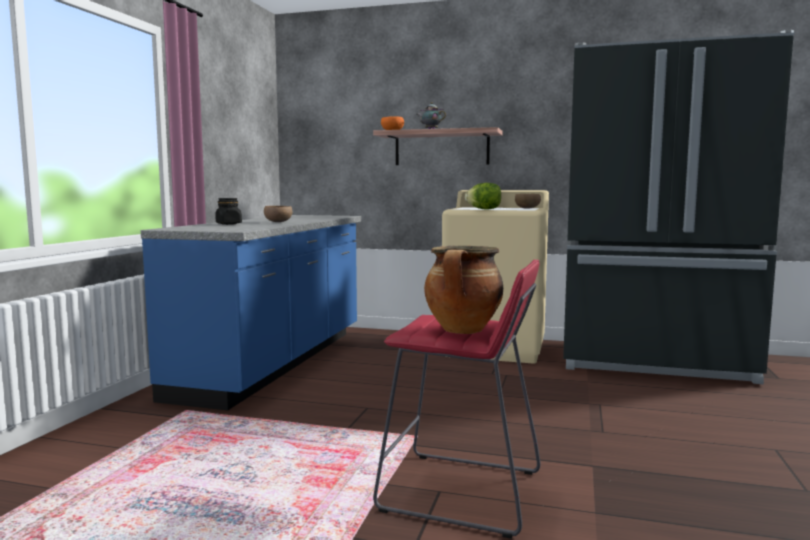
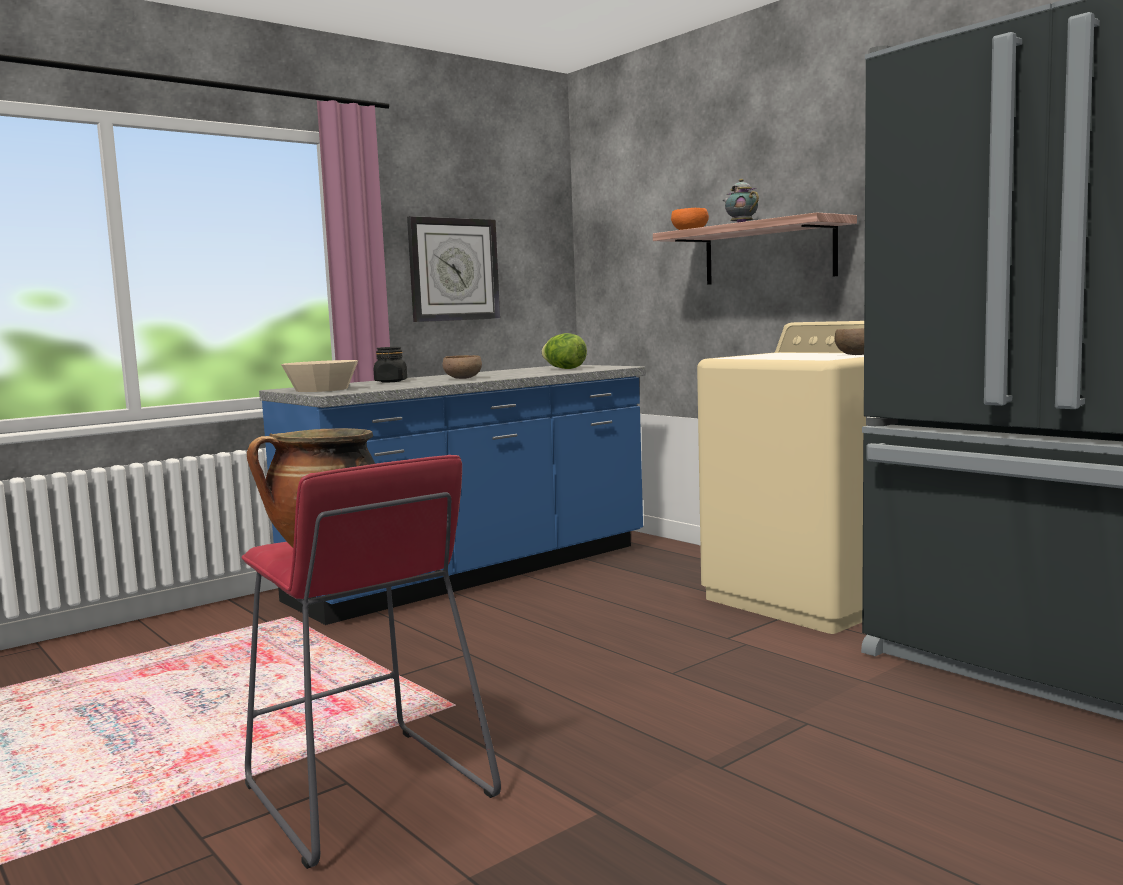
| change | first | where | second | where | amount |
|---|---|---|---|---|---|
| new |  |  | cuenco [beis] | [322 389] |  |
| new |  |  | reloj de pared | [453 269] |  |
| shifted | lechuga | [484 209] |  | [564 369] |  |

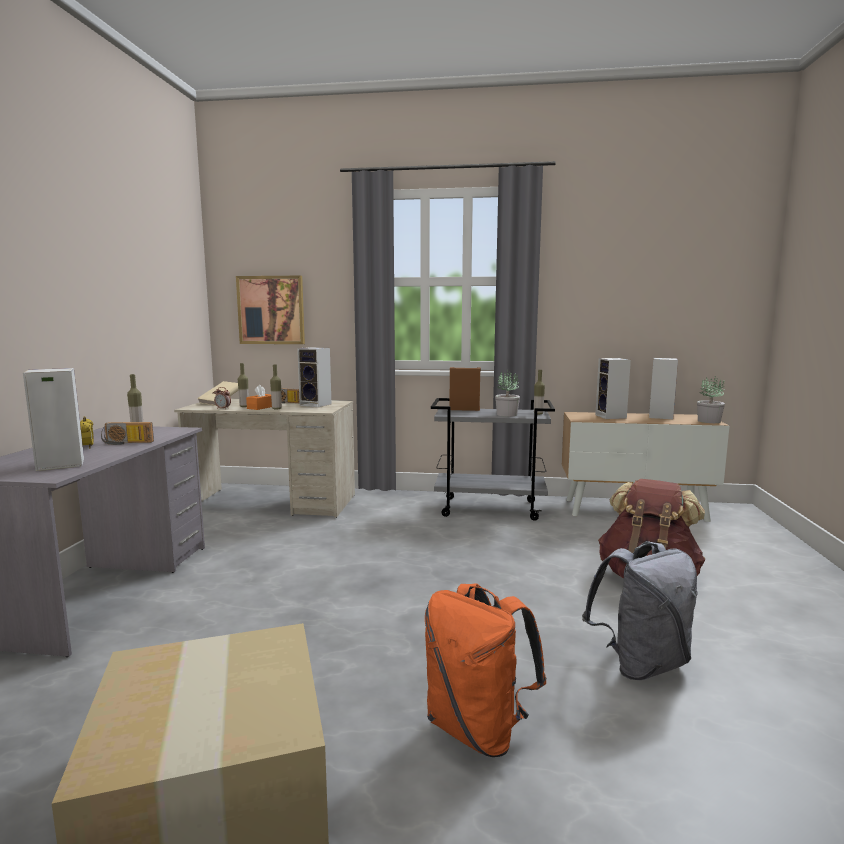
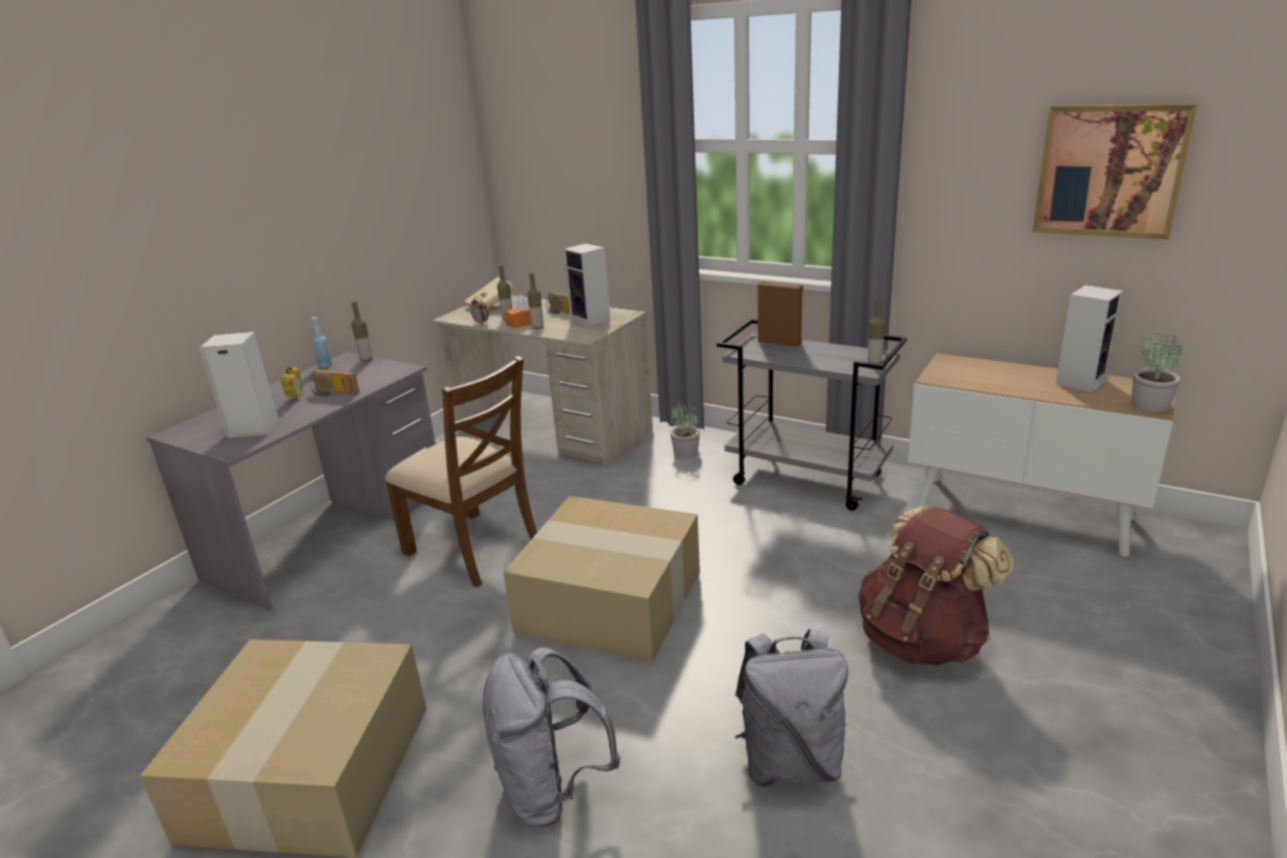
| change | first | where | second | where | amount |
|---|---|---|---|---|---|
| new |  |  | botella [azul] | [325 365] |  |
| new |  |  | silla [marrón] | [474 548] |  |
| repainted | mochila [naranja] | [478 729] | mochila [gris] | [552 789] |  |
| new |  |  | caja de cartón | [613 600] |  |
| shifted | planta en maceta | [506 414] |  | [685 451] |  |
| shifted | cuadro | [271 310] |  | [1110 171] |  |
| gone | altavoz | [611 417] |  |  |  |

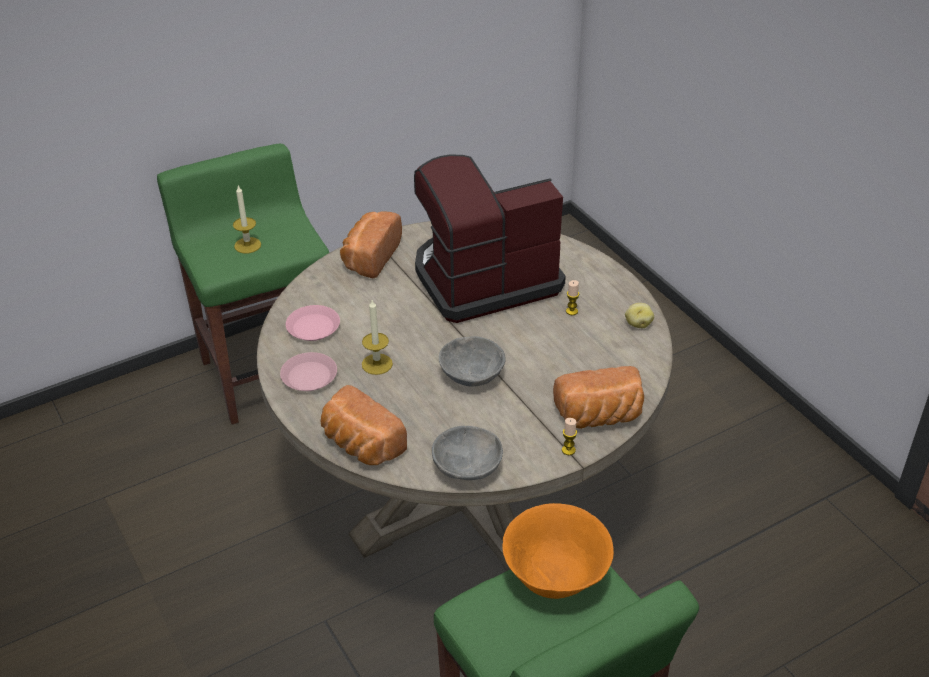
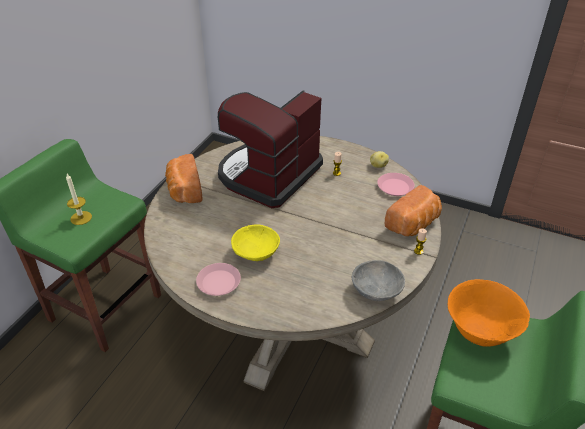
| change | first | where | second | where | amount |
|---|---|---|---|---|---|
| swapped | vela | [377 364] | cuenco [amarillo] | [255 253] |  |
| shifted | plato [rosa] | [313 327] |  | [395 187] |  |
| gone | pan | [360 445] |  |  |  |
| gone | cuenco [gris] | [471 375] |  |  |  |

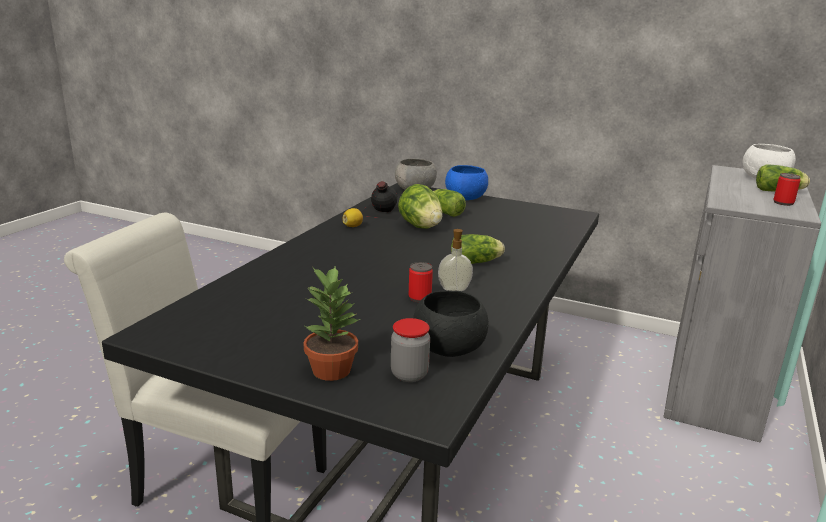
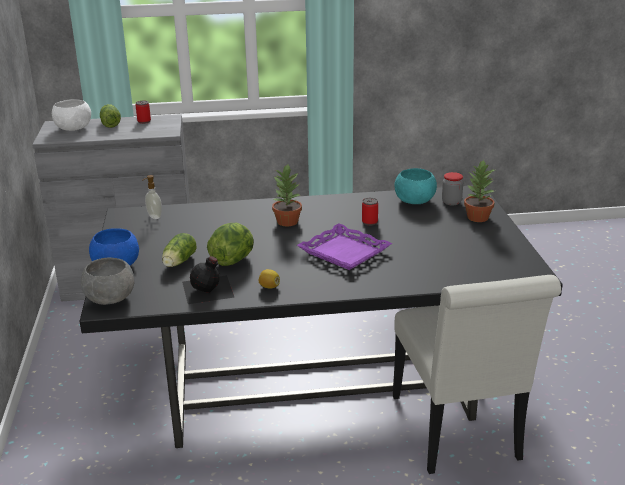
| change | first | where | second | where | amount |
|---|---|---|---|---|---|
| shifted | dispensador de jabón | [454 289] |  | [154 217] |  |
| swapped | lechuga | [477 262] | planta en maceta | [287 222] |  |
| new |  |  | bandeja [morado] | [343 252] |  |
| repainted | cuenco [negro] | [449 348] | cuenco [turquesa] | [414 201] |  |

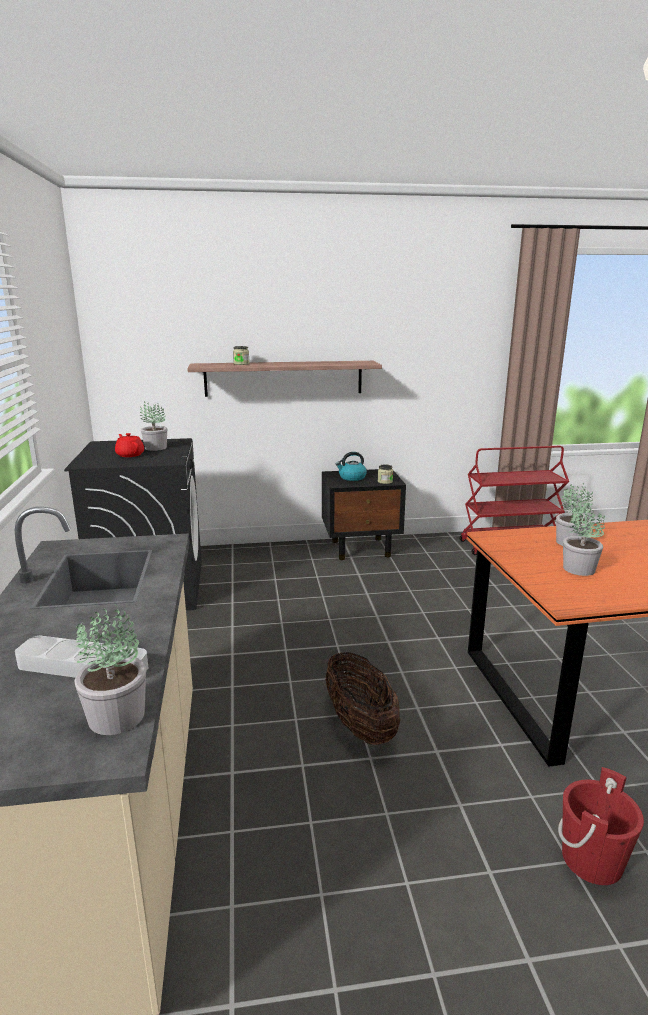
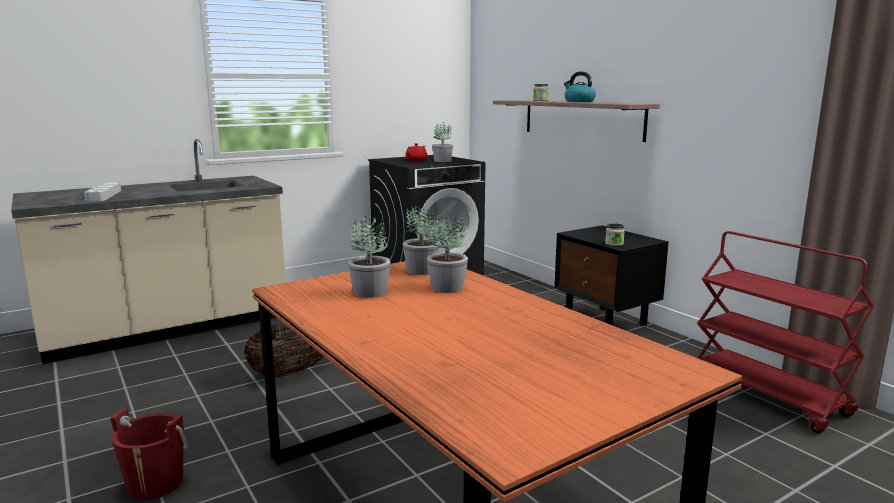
| change | first | where | second | where | amount |
|---|---|---|---|---|---|
| shifted | planta en maceta | [118 716] |  | [422 270] |  |
| shifted | hervidor | [352 477] |  | [578 102] |  |

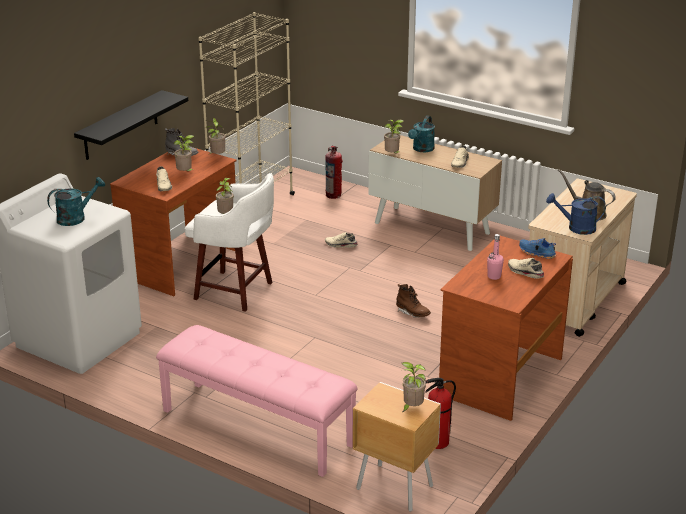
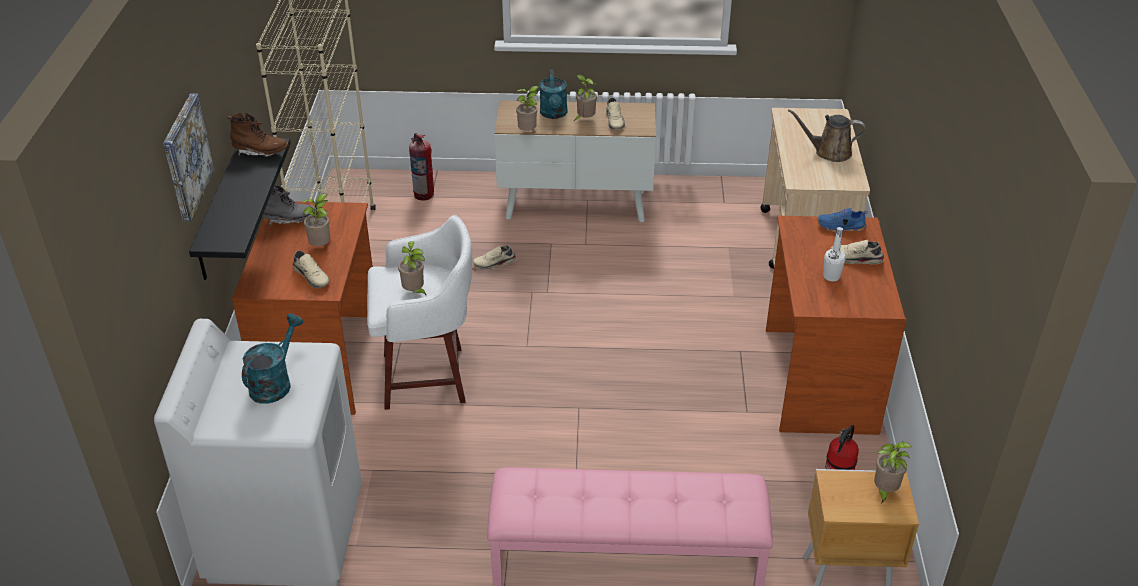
| change | first | where | second | where | amount |
|---|---|---|---|---|---|
| new |  |  | cuadro | [186 156] |  |
| shifted | bota [marrón] | [412 313] |  | [261 152] |  |
| shifted | planta en maceta | [217 156] |  | [584 119] |  |
| repainted | botella [rosa] | [494 276] | botella [blanco] | [831 276] |  |
| gone | regadera [azul] | [576 228] |  |  |  |

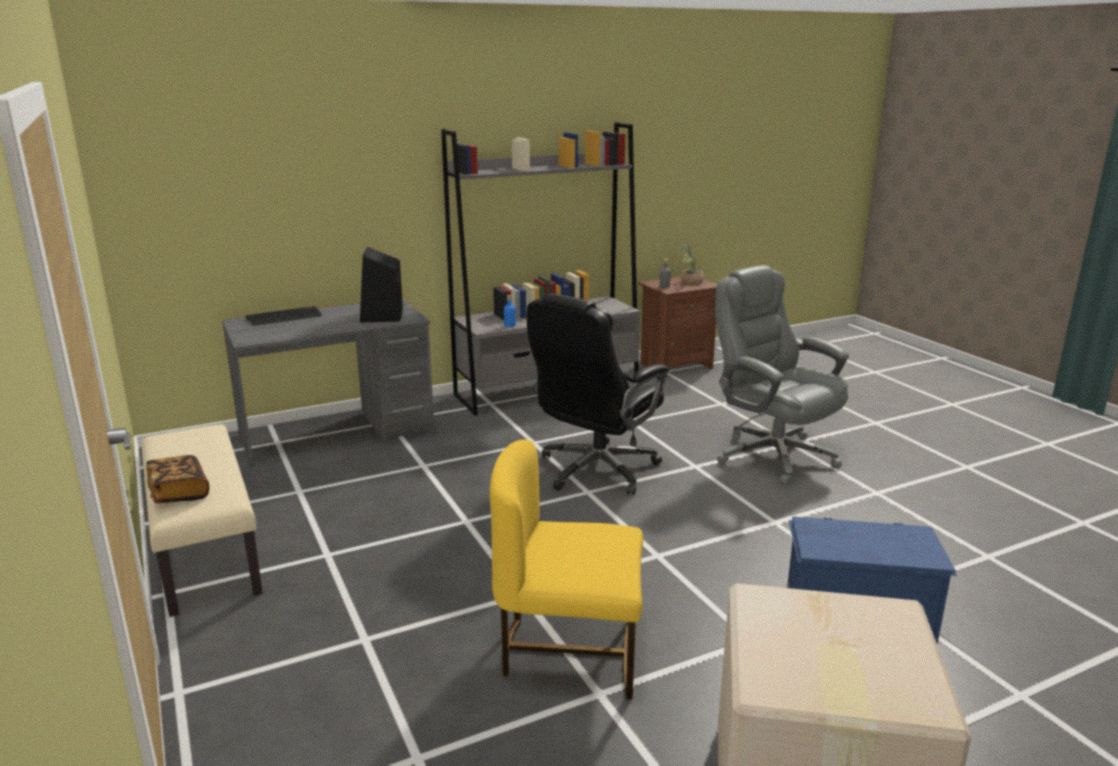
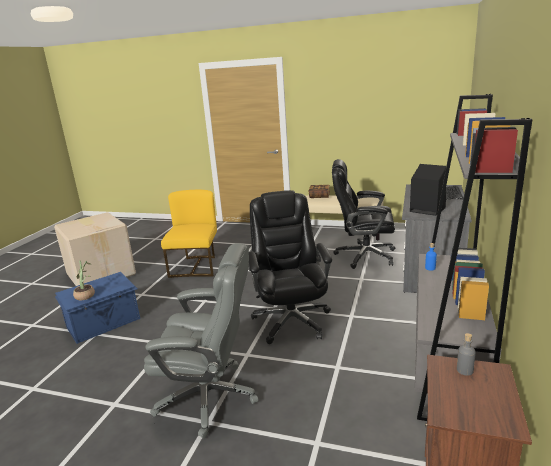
| change | first | where | second | where | amount |
|---|---|---|---|---|---|
| shifted | planta en maceta | [689 282] |  | [86 295] |  |
| rotated | silla [amarillo] | [570 651] |  | [196 267] | 45 degrees counterclockwise |
| new |  |  | silla de oficina [negro] | [364 256] |  |

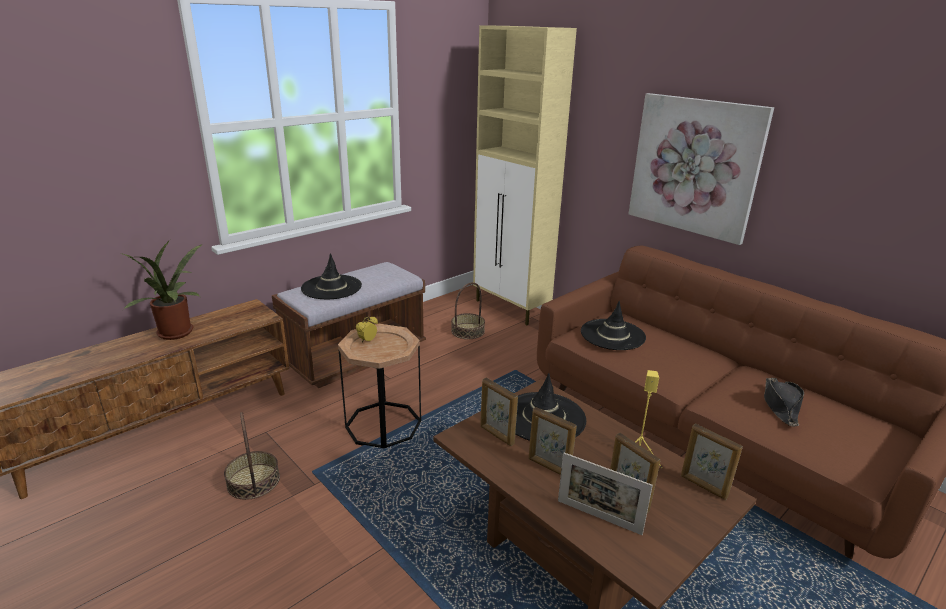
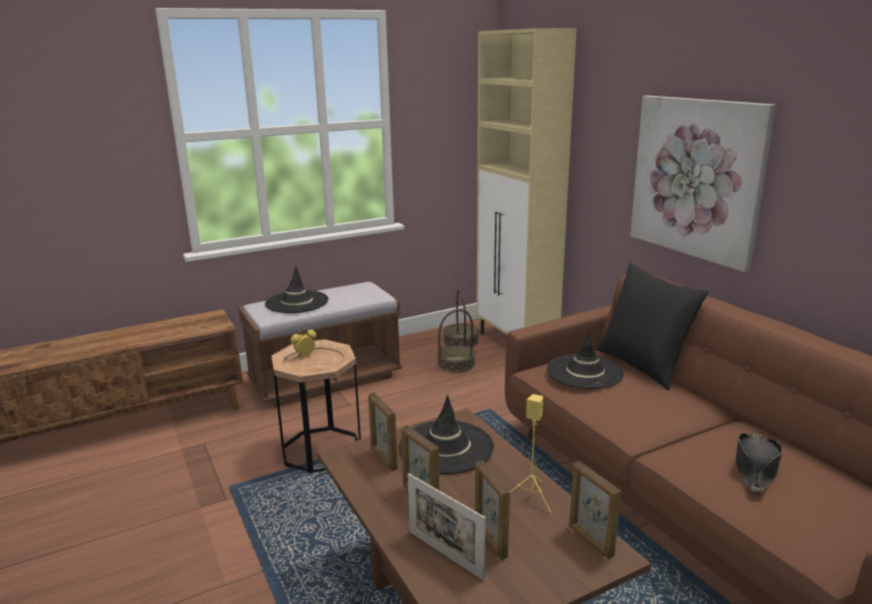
| change | first | where | second | where | amount |
|---|---|---|---|---|---|
| shifted | cesta | [253 481] |  | [461 341] |  |
| new |  |  | cojín [negro] | [643 365] |  |
| gone | planta en maceta | [178 334] |  |  |  |

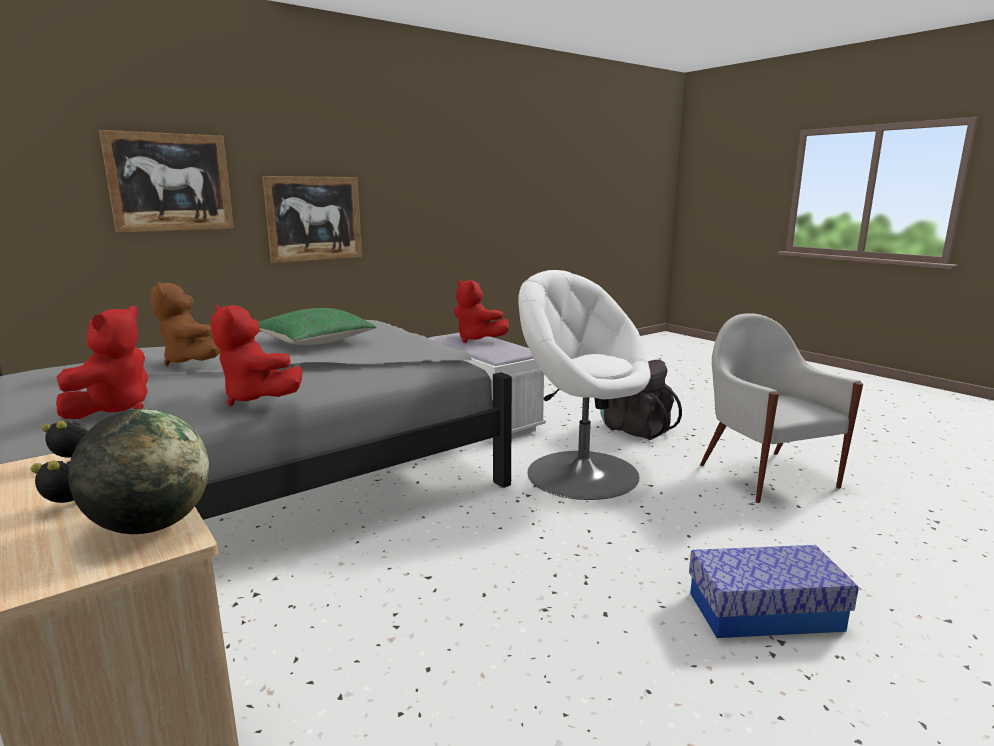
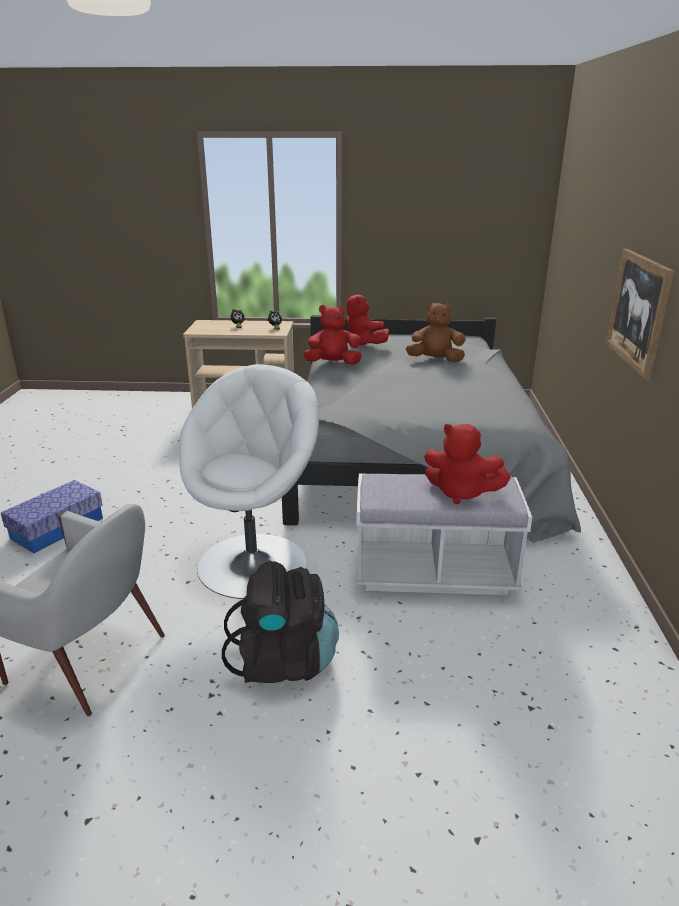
| change | first | where | second | where | amount |
|---|---|---|---|---|---|
| rotated | sillón [blanco] | [581 473] |  | [254 563] | 45 degrees counterclockwise |
| rotated | peluche [rojo] | [477 339] |  | [461 492] | 150 degrees counterclockwise |
| gone | globo terráqueo | [150 526] |  |  |  |
| gone | cuadro | [170 182] |  |  |  |
| gone | cojín [verde] | [315 342] |  |  |  |

